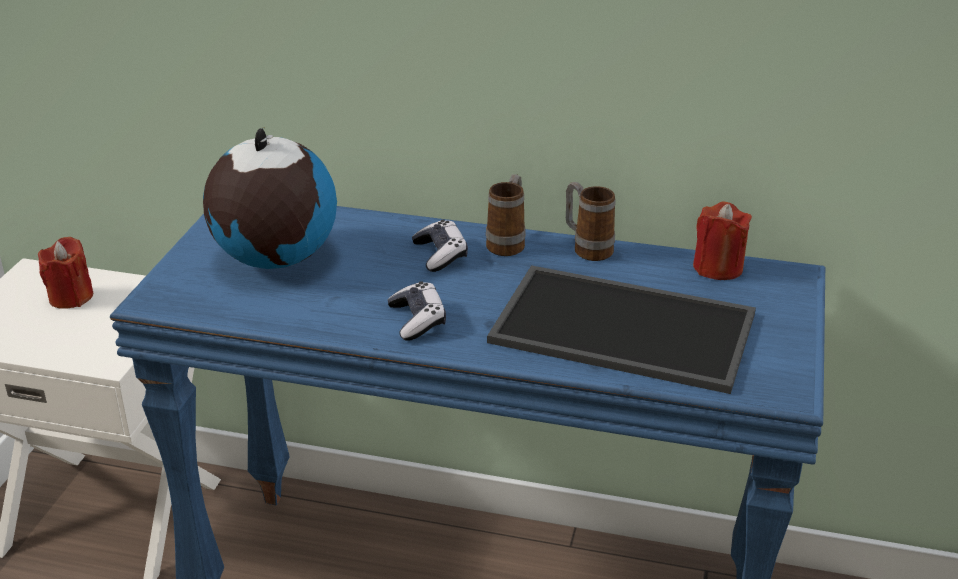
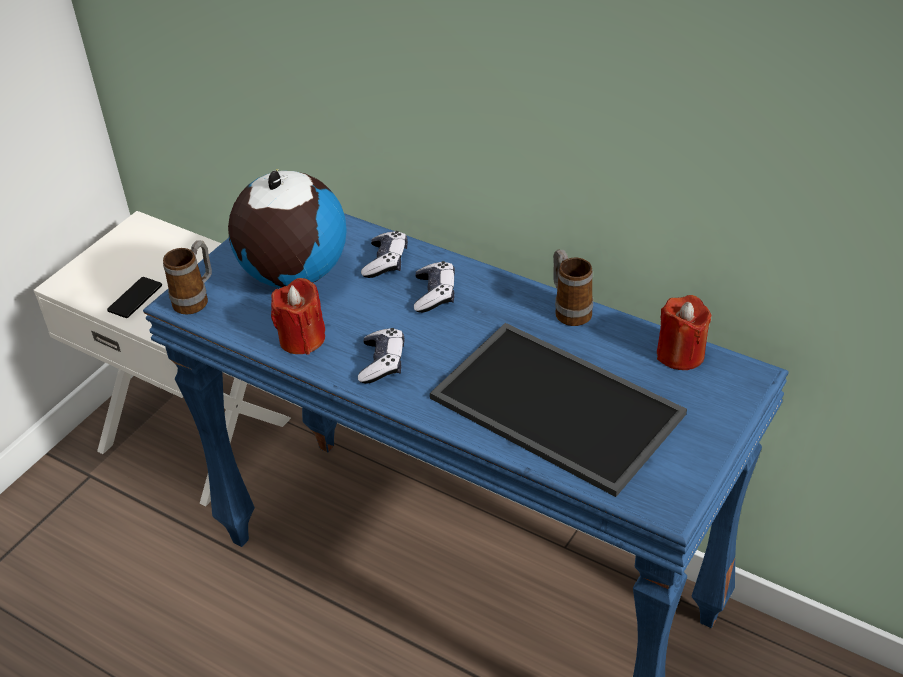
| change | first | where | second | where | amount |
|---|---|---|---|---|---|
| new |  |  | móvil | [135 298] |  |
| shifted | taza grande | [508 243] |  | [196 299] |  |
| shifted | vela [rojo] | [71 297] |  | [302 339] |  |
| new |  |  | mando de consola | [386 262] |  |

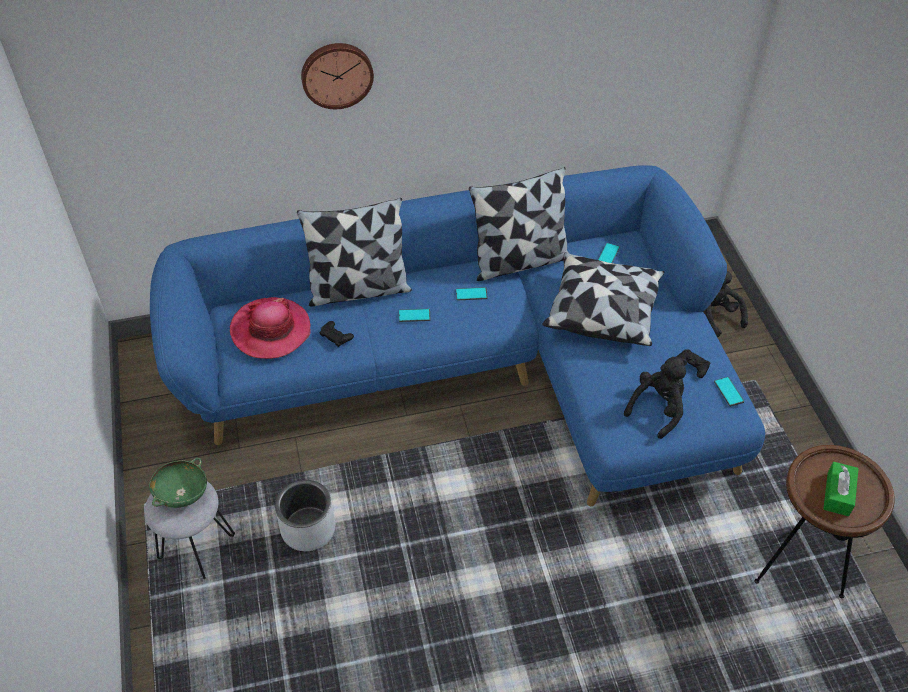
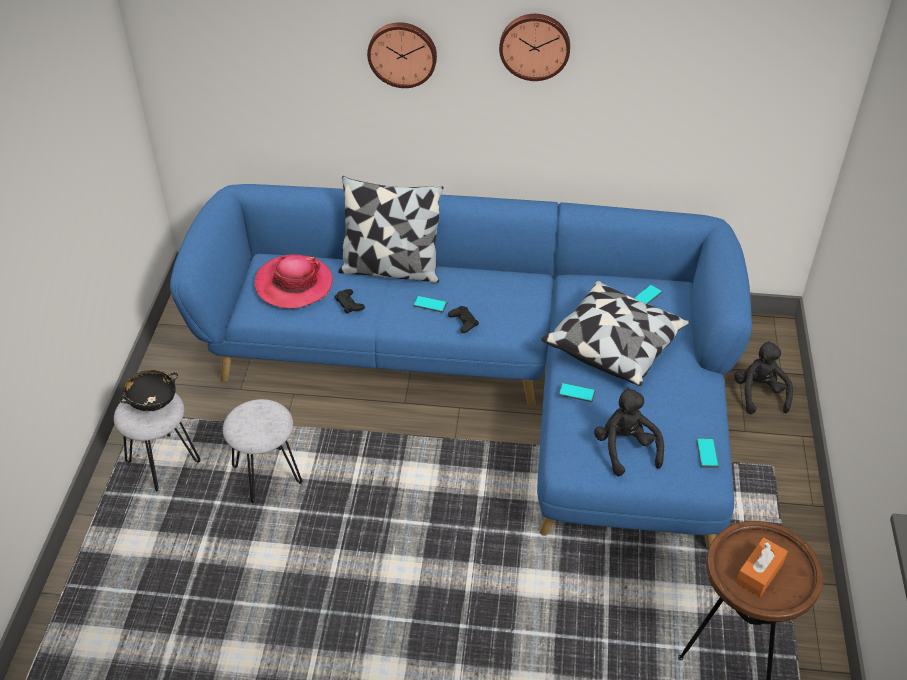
| change | first | where | second | where | amount |
|---|---|---|---|---|---|
| repainted | cuenco [verde] | [181 493] | cuenco [negro] | [152 401] |  |
| swapped | maceta [gris] | [308 529] | taburete [gris] | [266 476] |  |
| shifted | mando de consola [negro] | [692 365] |  | [463 322] |  |
| new |  |  | reloj de pared | [535 45] |  |
| shifted | móvil | [471 294] |  | [577 393] |  |
| rotated | peluche [negro] | [658 408] |  | [625 449] | 75 degrees counterclockwise |
| repainted | caja de pañuelos [verde] | [838 494] | caja de pañuelos [naranja] | [759 573] |  |
| gone | cojín | [519 261] |  |  |  |

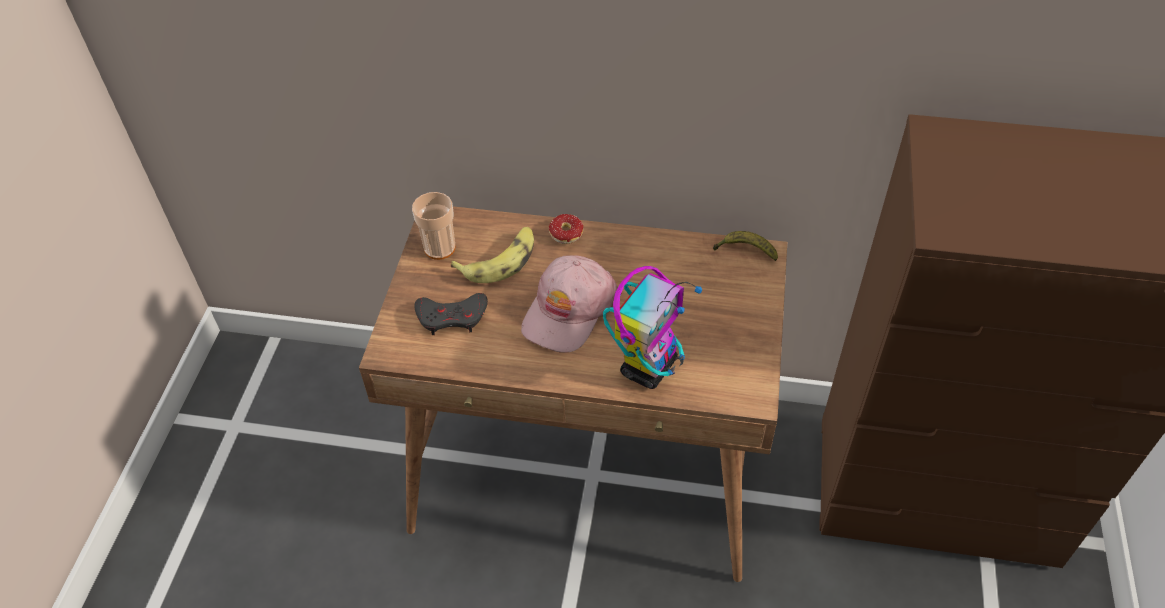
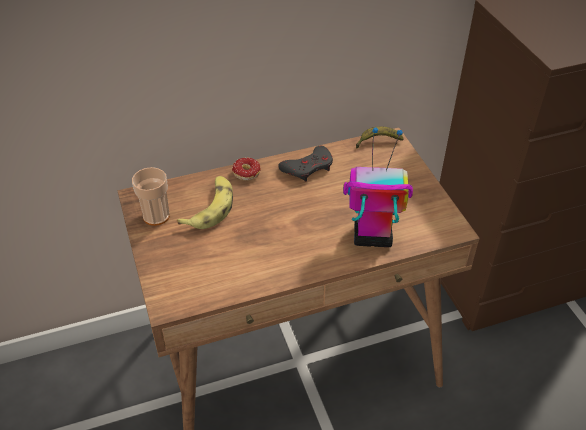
| change | first | where | second | where | amount |
|---|---|---|---|---|---|
| shifted | mando de consola [gris] | [452 317] |  | [308 167] |  |
| rotated | robot de juguete | [649 366] |  | [371 237] | 90 degrees counterclockwise |
| gone | gorra [rosa] | [568 310] |  |  |  |

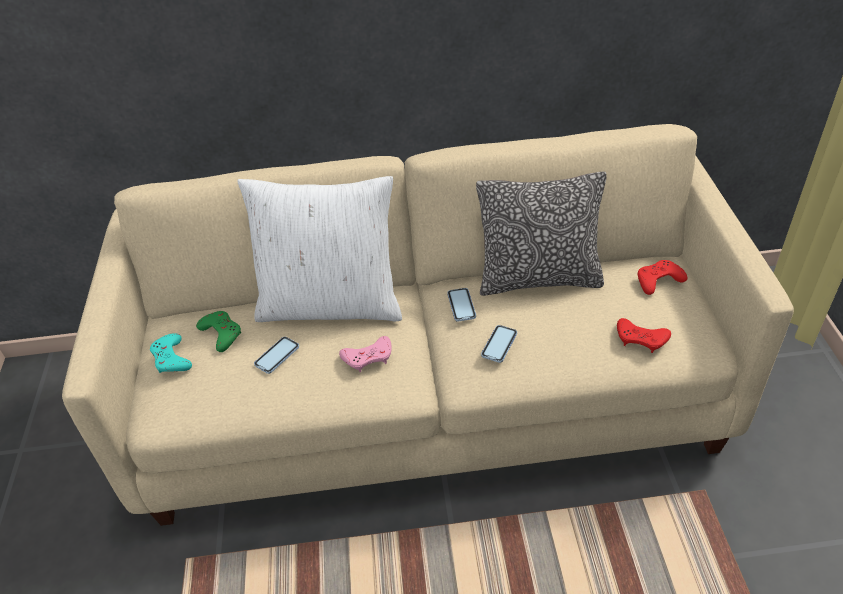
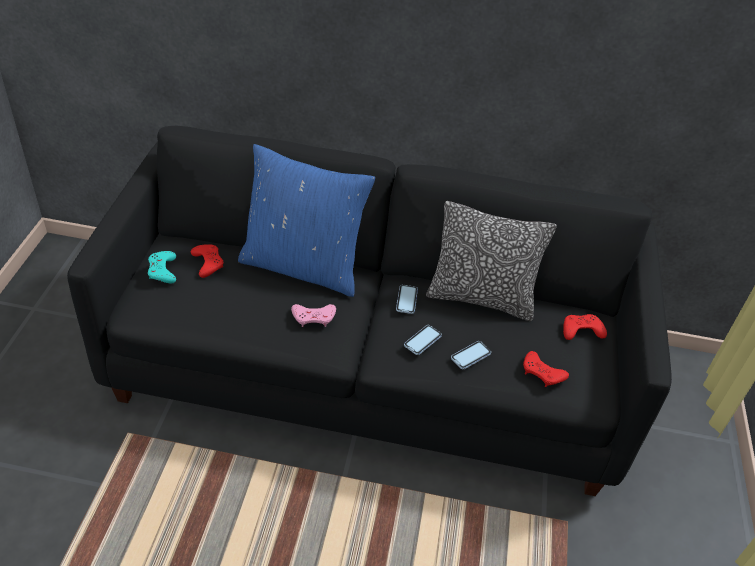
| change | first | where | second | where | amount |
|---|---|---|---|---|---|
| repainted | sofá [beis] | [430 395] | sofá [negro] | [370 370] |  |
| repainted | mando de consola [verde] | [221 333] | mando de consola [rojo] | [208 263] |  |
| repainted | cojín [blanco] | [331 304] | cojín [azul] | [303 266] |  |
| shifted | móvil | [277 356] |  | [470 356] |  |

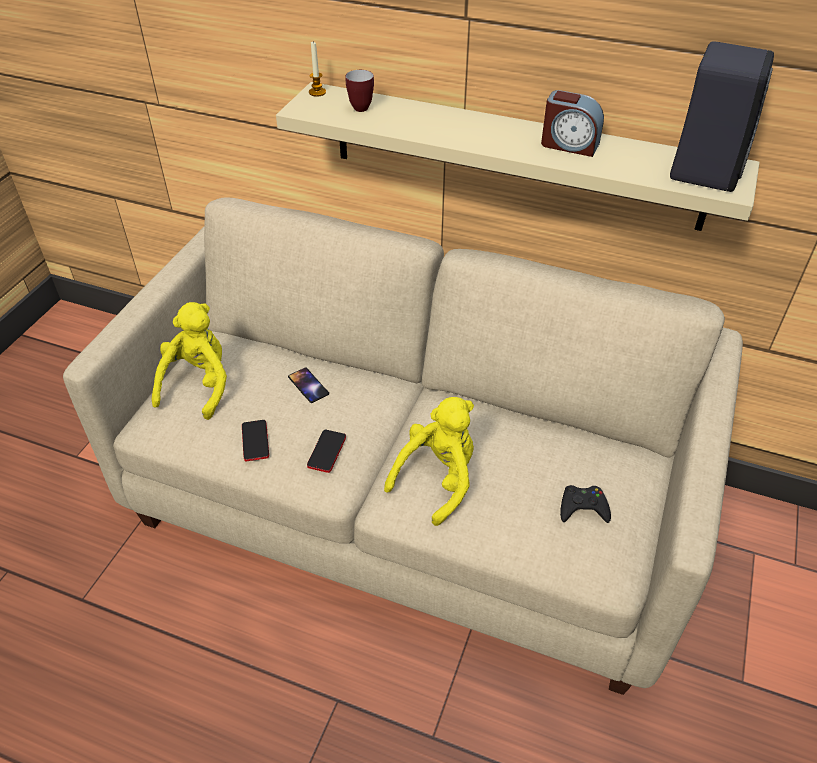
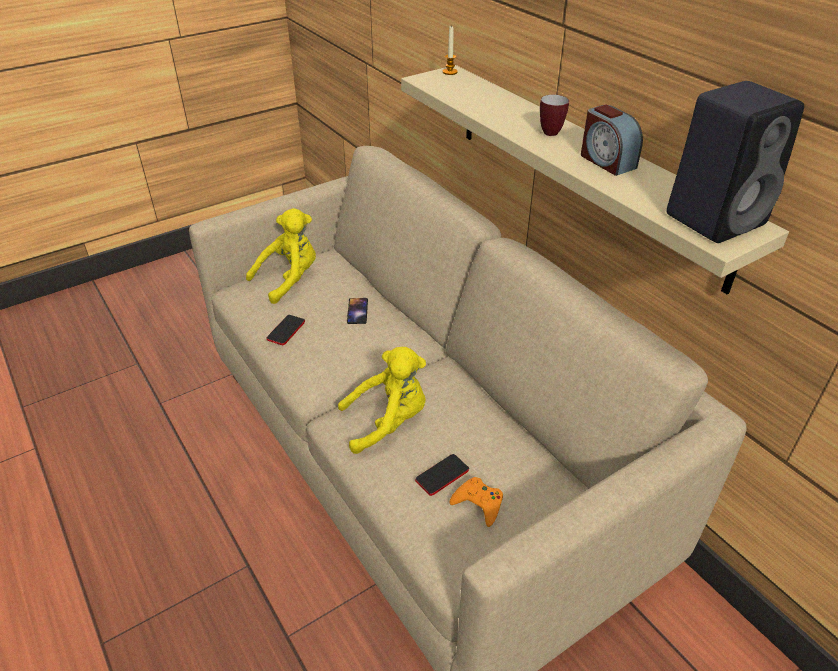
| change | first | where | second | where | amount |
|---|---|---|---|---|---|
| shifted | móvil | [326 451] |  | [442 475] |  |
| repainted | mando de consola [negro] | [583 508] | mando de consola [naranja] | [478 503] |  |
| shifted | taza grande | [359 107] |  | [550 131] |  |

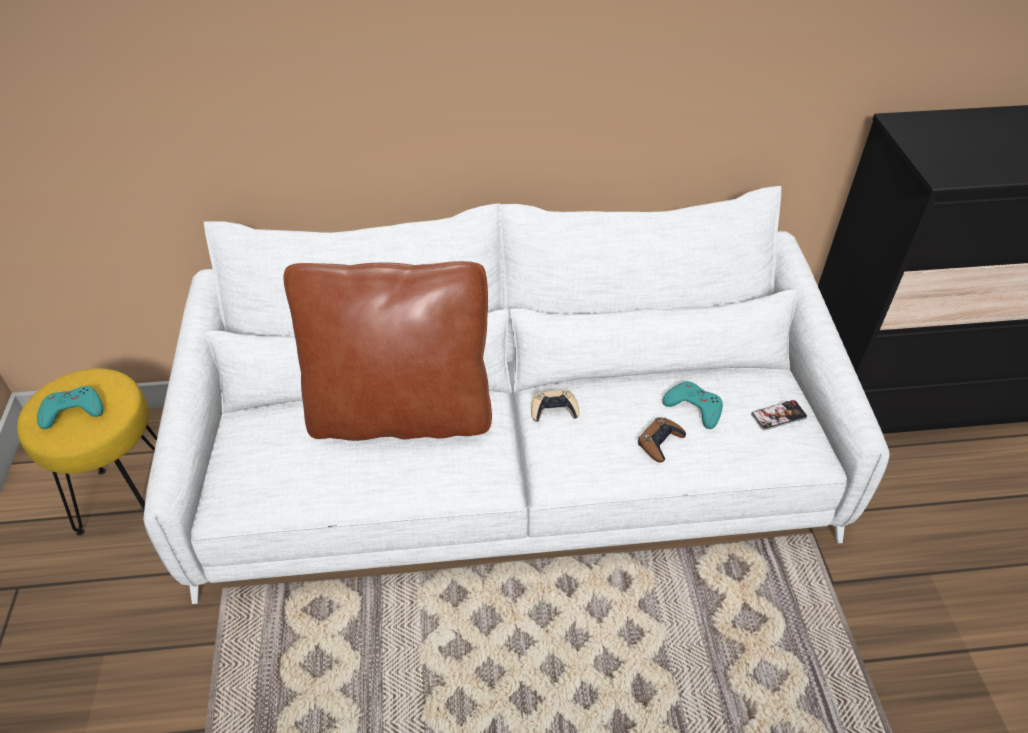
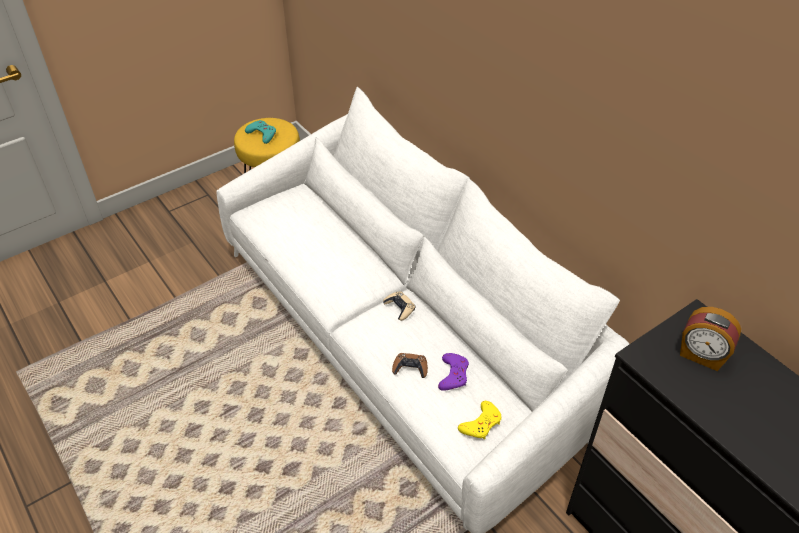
| change | first | where | second | where | amount |
|---|---|---|---|---|---|
| repainted | mando de consola [turquesa] | [694 407] | mando de consola [morado] | [453 374] |  |
| swapped | móvil | [778 416] | mando de consola [amarillo] | [481 423] |  |
| new |  |  | despertador | [701 355] |  |
| gone | cojín [marrón] | [400 414] |  |  |  |

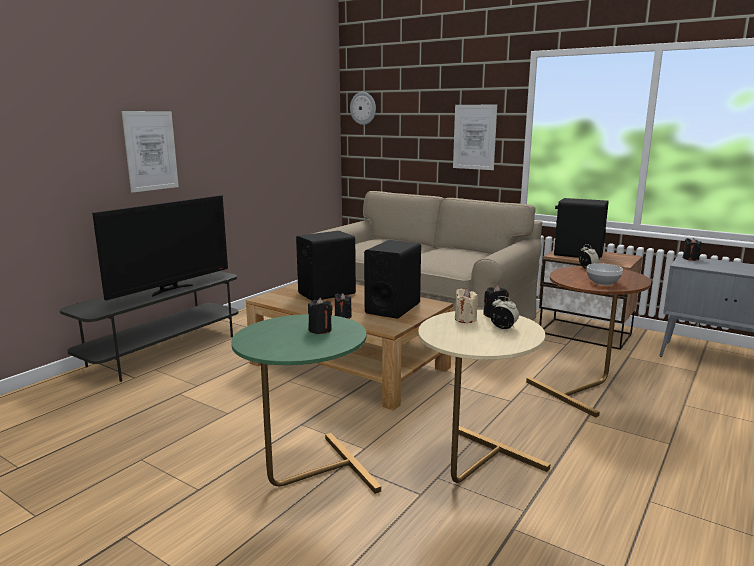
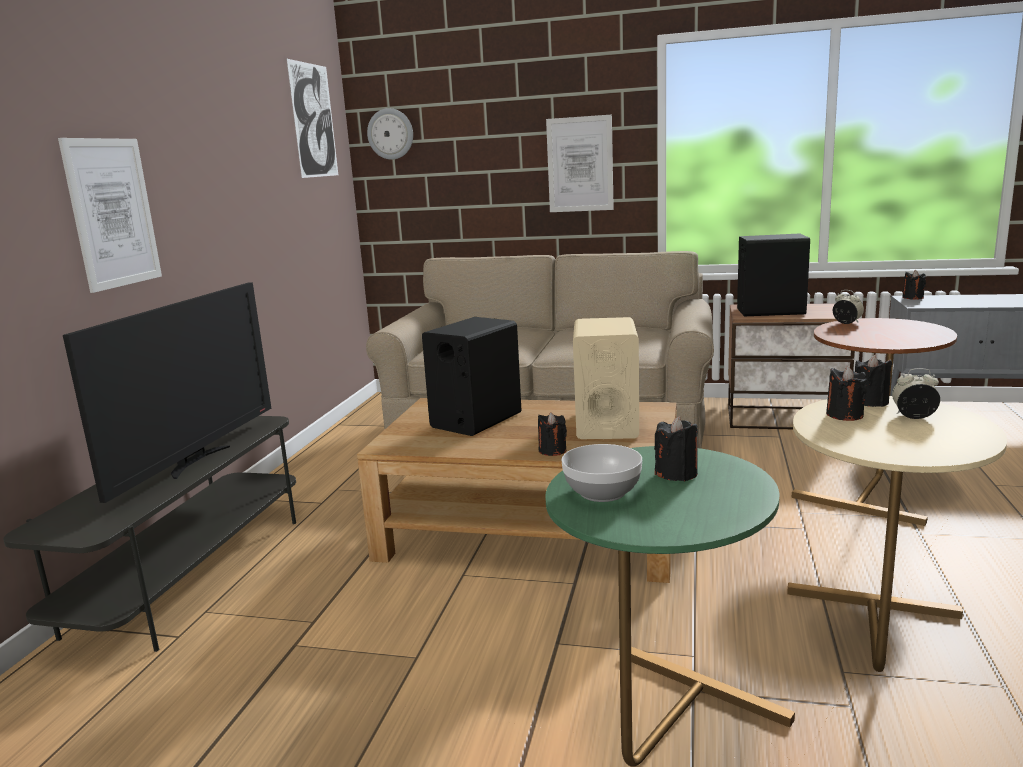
| change | first | where | second | where | amount |
|---|---|---|---|---|---|
| new |  |  | cuadro | [314 120] |  |
| shifted | cuenco | [603 282] |  | [603 492] |  |
| repainted | altavoz [negro] | [393 308] | altavoz [beis] | [606 424] |  |
| repainted | vela [beis] | [465 319] | vela [negro] | [844 415] |  |

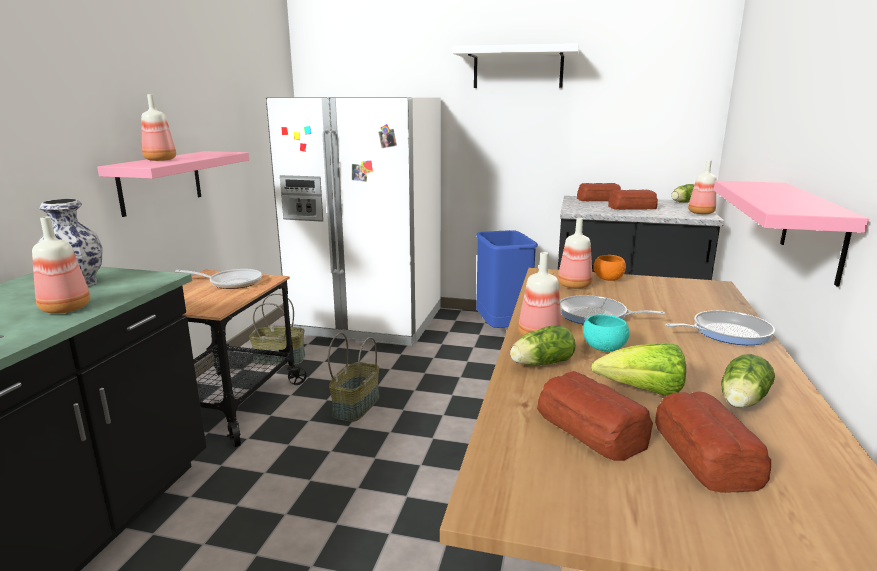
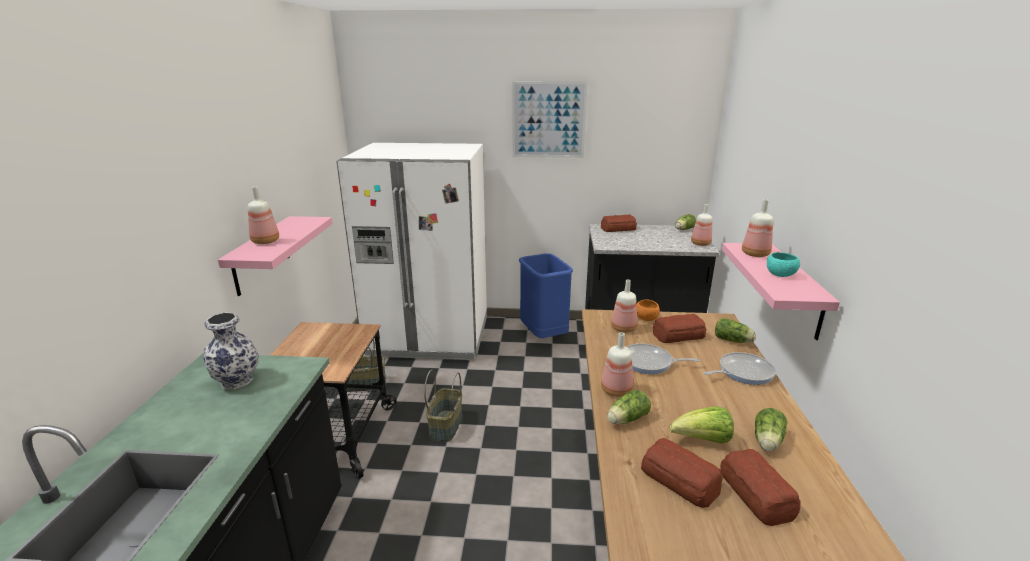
| change | first | where | second | where | amount |
|---|---|---|---|---|---|
| swapped | estante [blanco] | [518 68] | cuadro | [548 120] |  |
| shifted | pan | [631 207] |  | [677 335] |  |
| new |  |  | lechuga | [733 341] |  |
| shifted | botella | [66 308] |  | [754 254] |  |
| shifted | cuenco [turquesa] | [604 348] |  | [780 275] |  |
| gone | sartén | [231 283] |  |  |  |

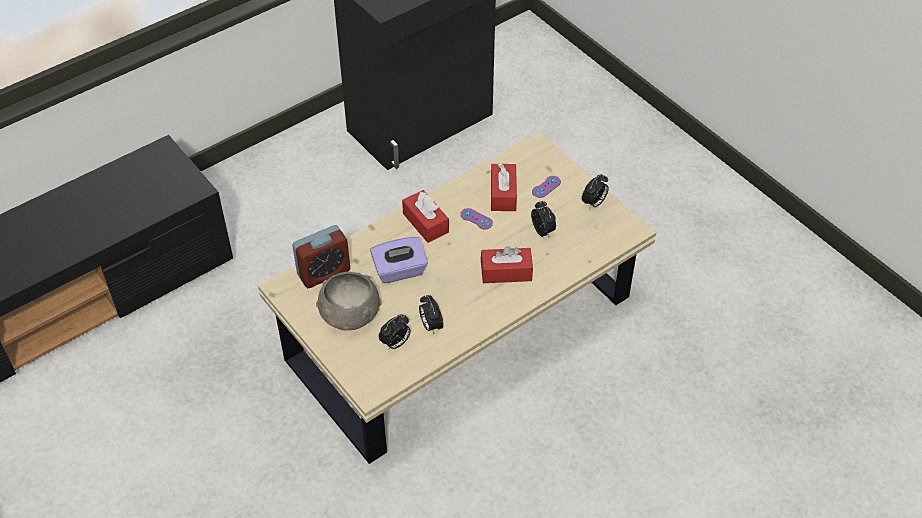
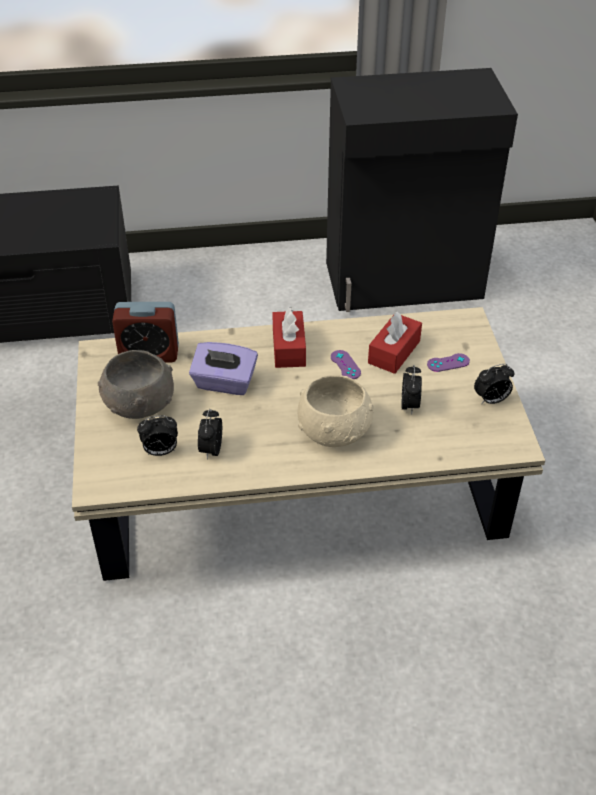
| change | first | where | second | where | amount |
|---|---|---|---|---|---|
| swapped | caja de pañuelos [rojo] | [506 272] | cuenco [beis] | [335 430] |  |

